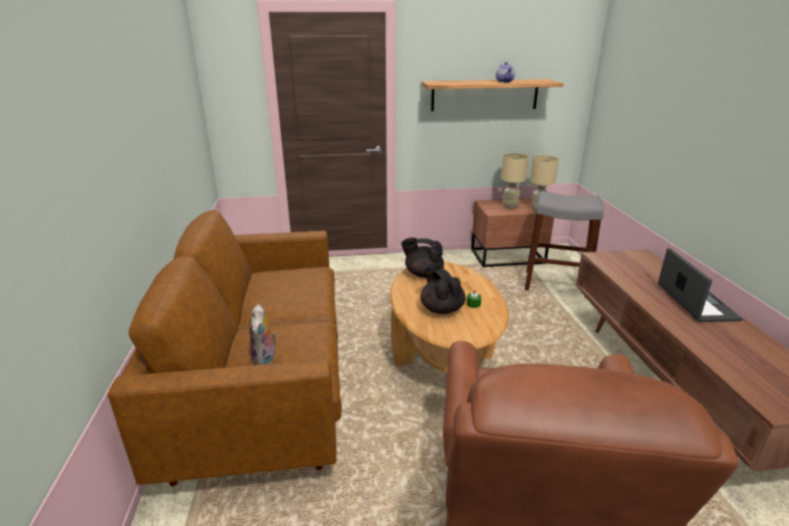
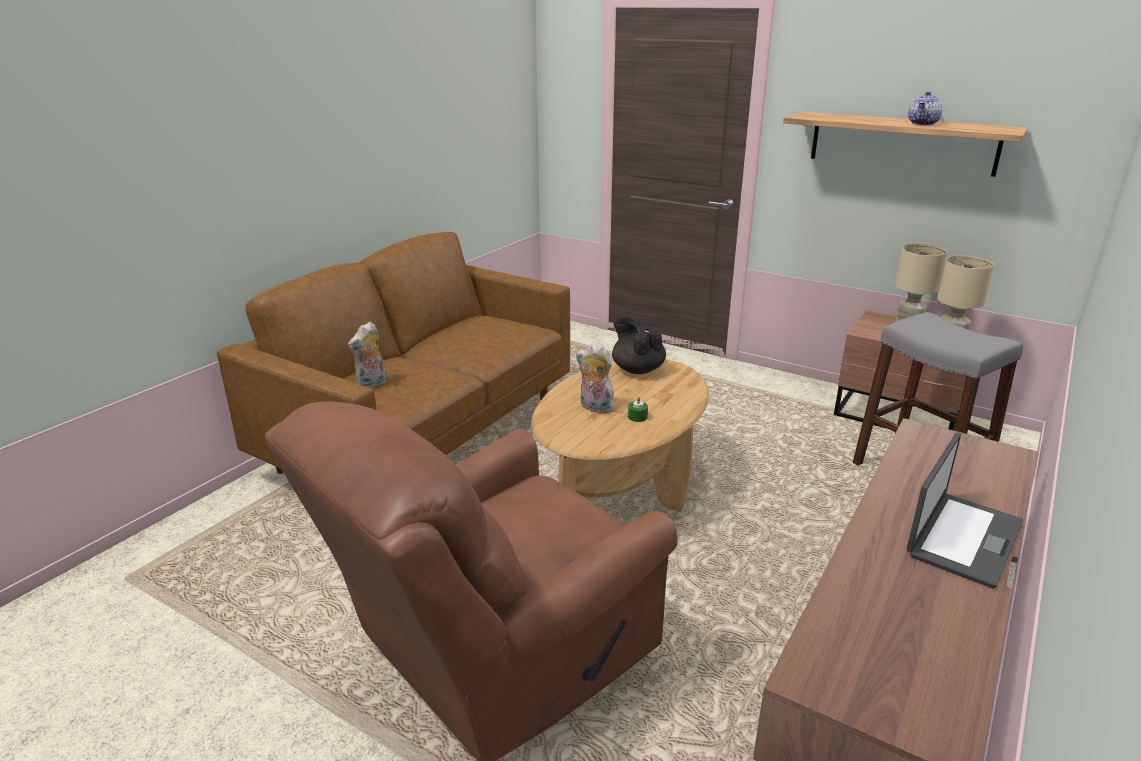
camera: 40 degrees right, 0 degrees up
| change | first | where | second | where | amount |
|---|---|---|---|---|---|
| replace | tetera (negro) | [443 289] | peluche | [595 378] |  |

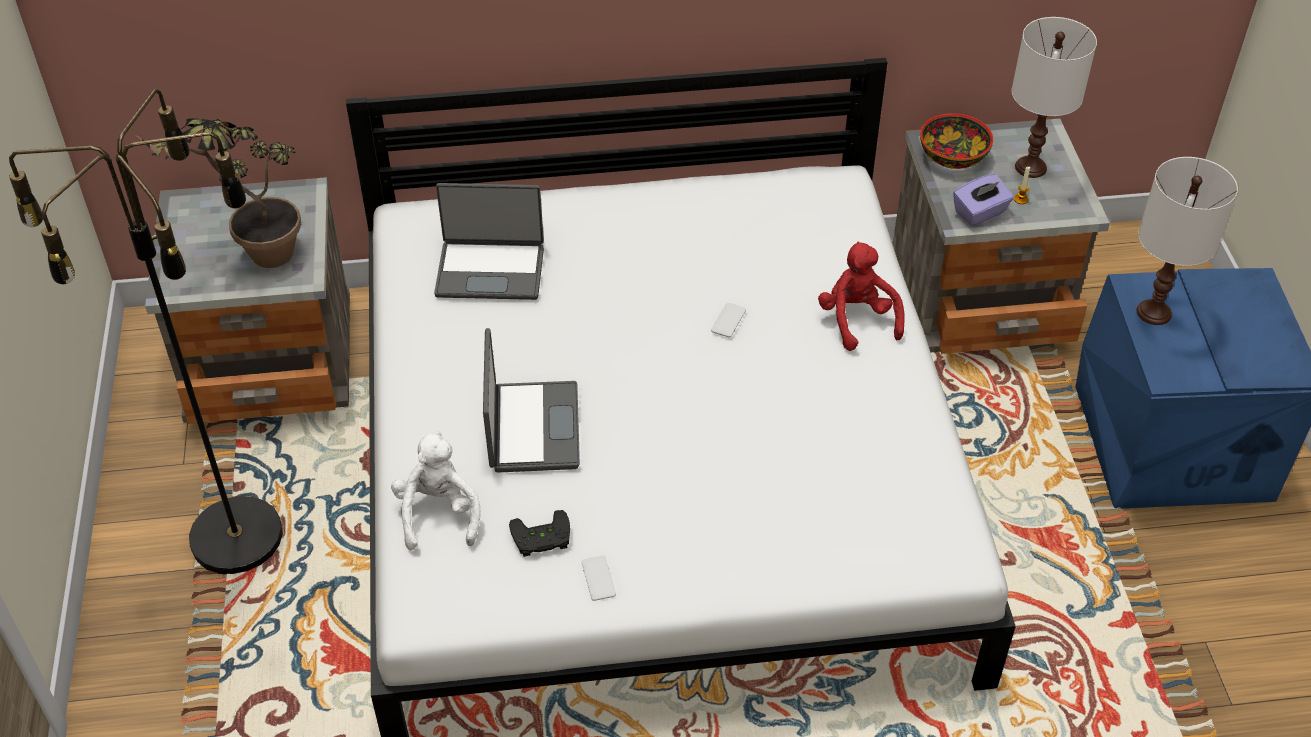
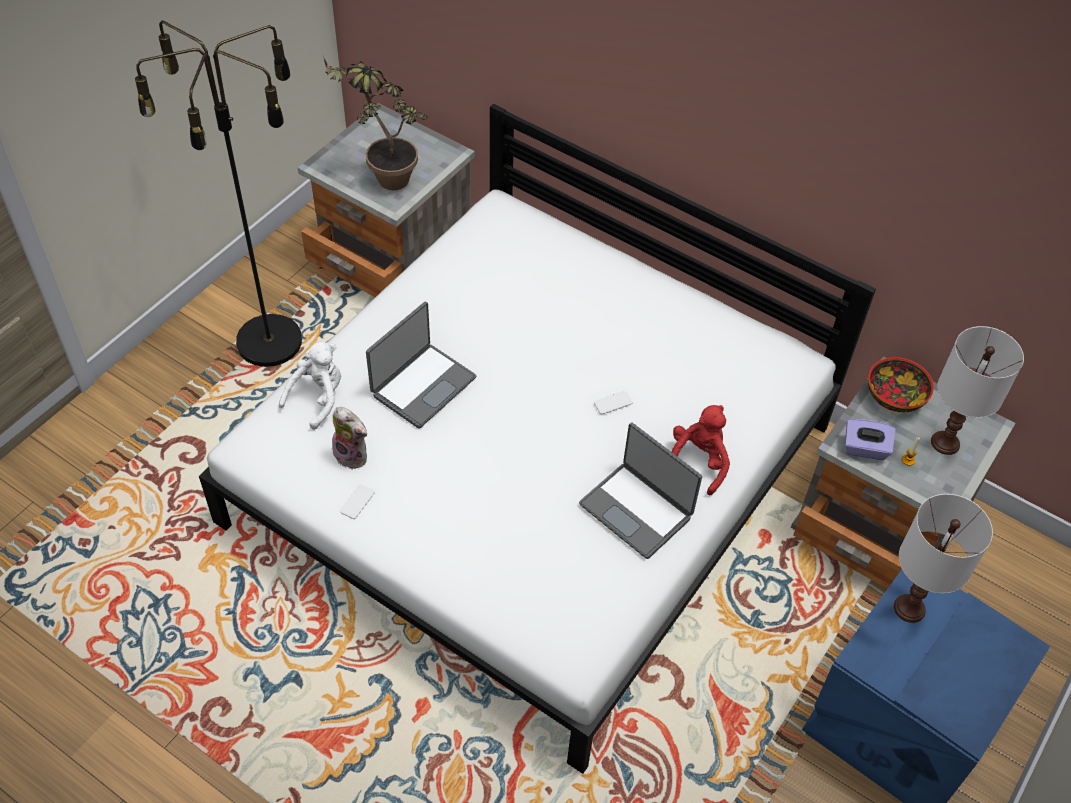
camera: 40 degrees right, 5 degrees up
| change | first | where | second | where | amount |
|---|---|---|---|---|---|
| move | portátil | [489 241] |  | [640 491] |  |
| replace | mando de consola (negro) | [539 533] | peluche | [349 438] |  |

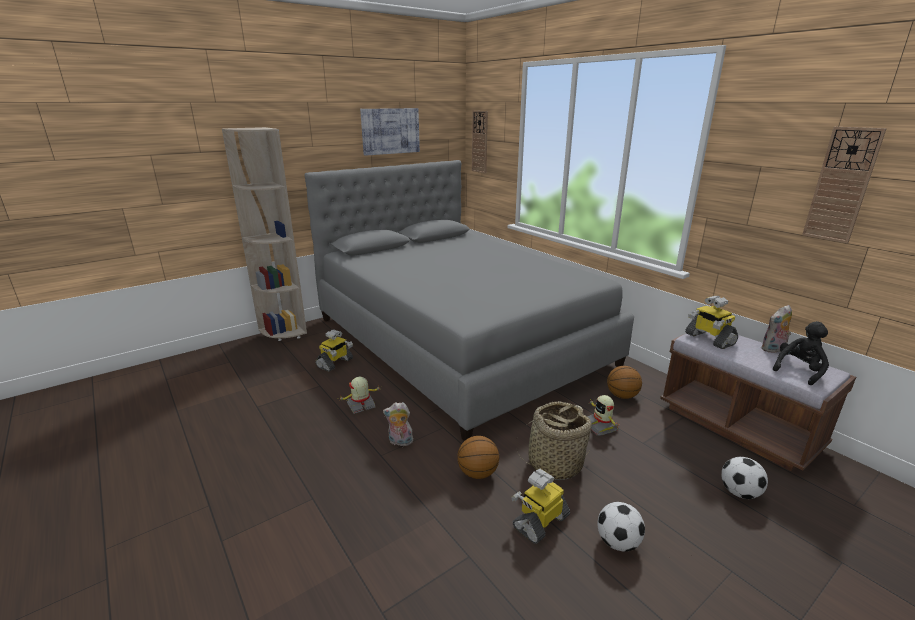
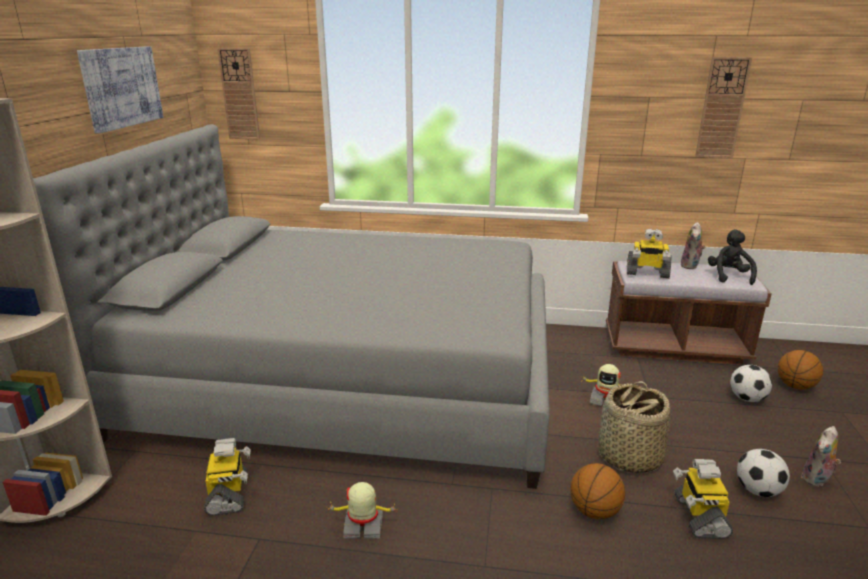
camera: 45 degrees left, 0 degrees up
| change | first | where | second | where | amount |
|---|---|---|---|---|---|
| rotate | robot de juguete | [360 395] |  | [363 510] | 75 degrees clockwise |
| move | peluche | [398 424] |  | [821 456] |  |
| move | balón de baloncesto | [624 382] |  | [800 370] |  |

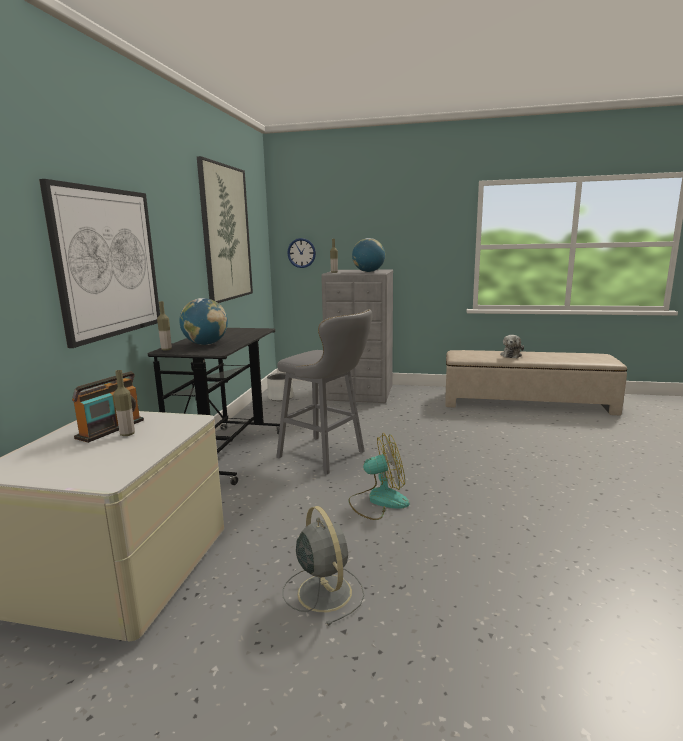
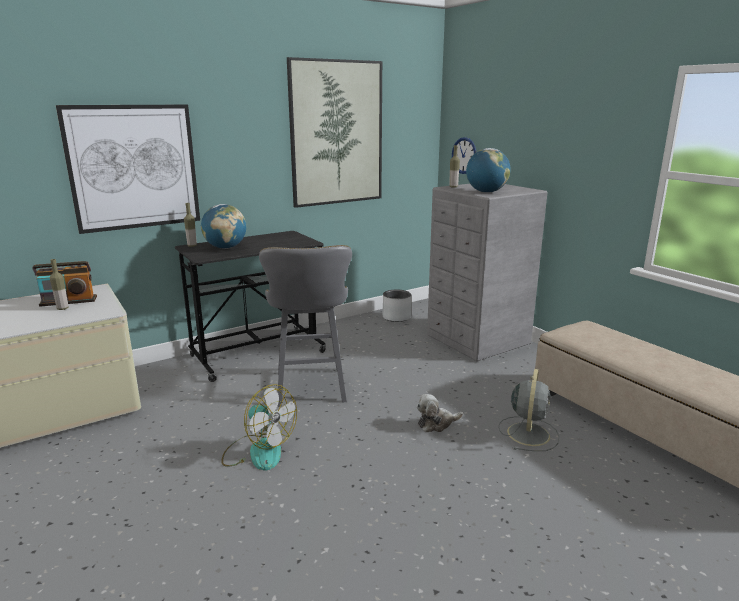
camera: 45 degrees right, 5 degrees up
| change | first | where | second | where | amount |
|---|---|---|---|---|---|
| move | ventilador (gris) | [323 566] |  | [528 410] |  |
| move | peluche | [512 346] |  | [440 413] |  |

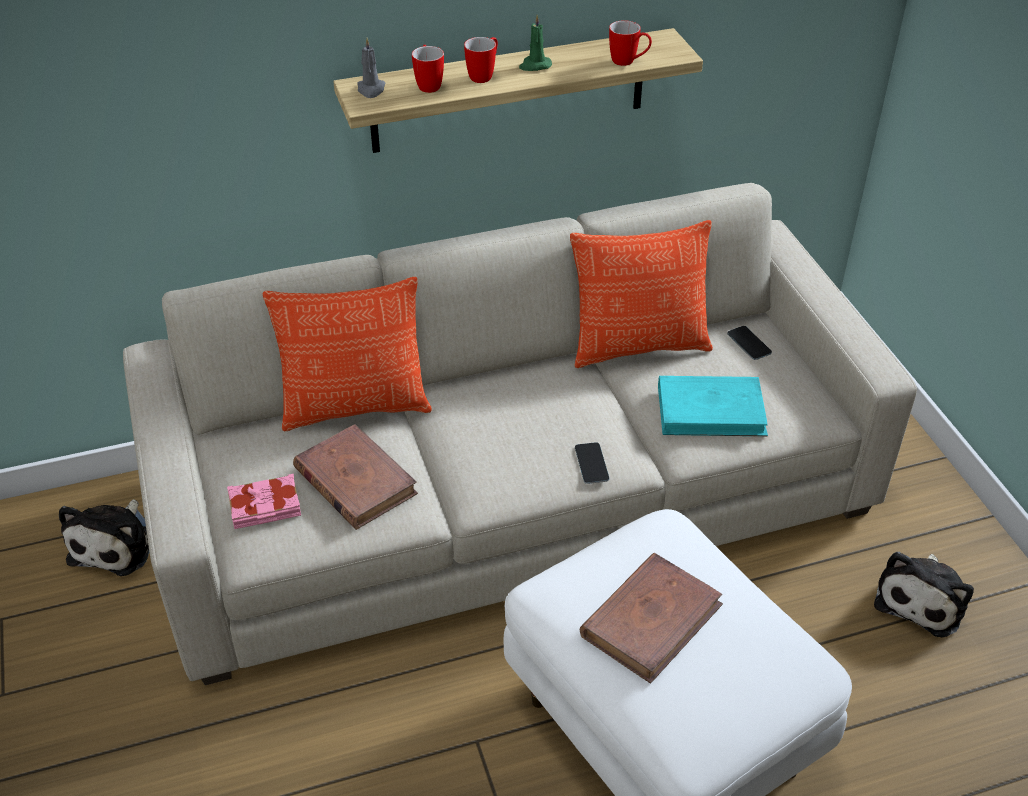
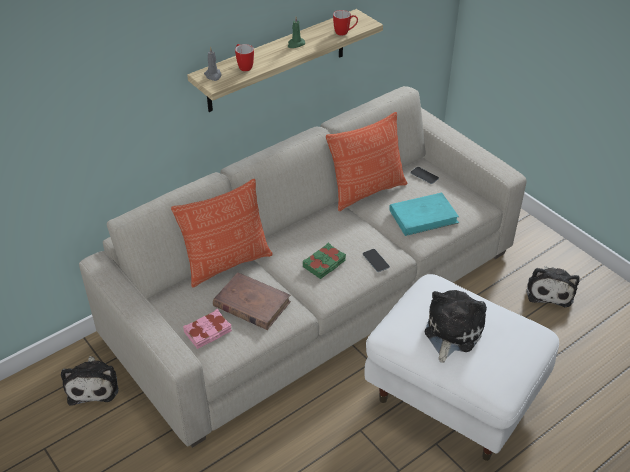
camera: 20 degrees left, 0 degrees up
| change | first | where | second | where | amount |
|---|---|---|---|---|---|
| delete | taza grande | [481 60] |  |  |  |
| replace | libro (marrón) | [651 618] | peluche | [456 326] |  |
| insert |  |  | libro (verde) | [324 261] |  |

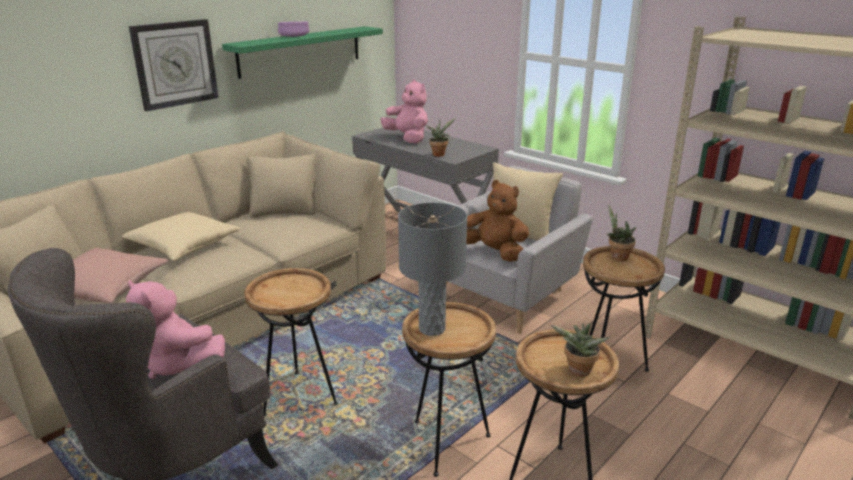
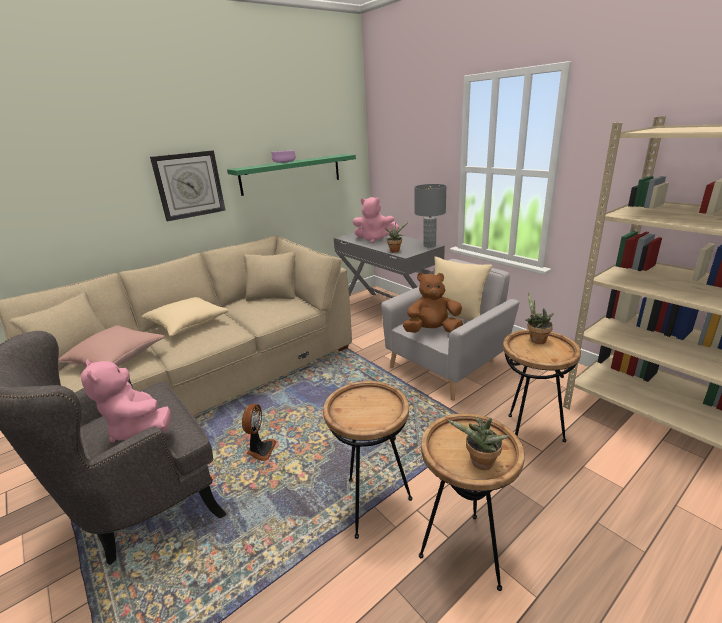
camera: 10 degrees right, 0 degrees up
| change | first | where | second | where | amount |
|---|---|---|---|---|---|
| replace | mesa auxiliar (marrón) | [291 342] | ventilador | [259 432] |  |
| rotate | peluche (rosa) | [404 111] |  | [376 220] | 135 degrees clockwise |
| move | lámpara de mesa (gris) | [432 269] |  | [430 215] |  |
| rotate | peluche (marrón) | [497 221] |  | [432 302] | 45 degrees counterclockwise |

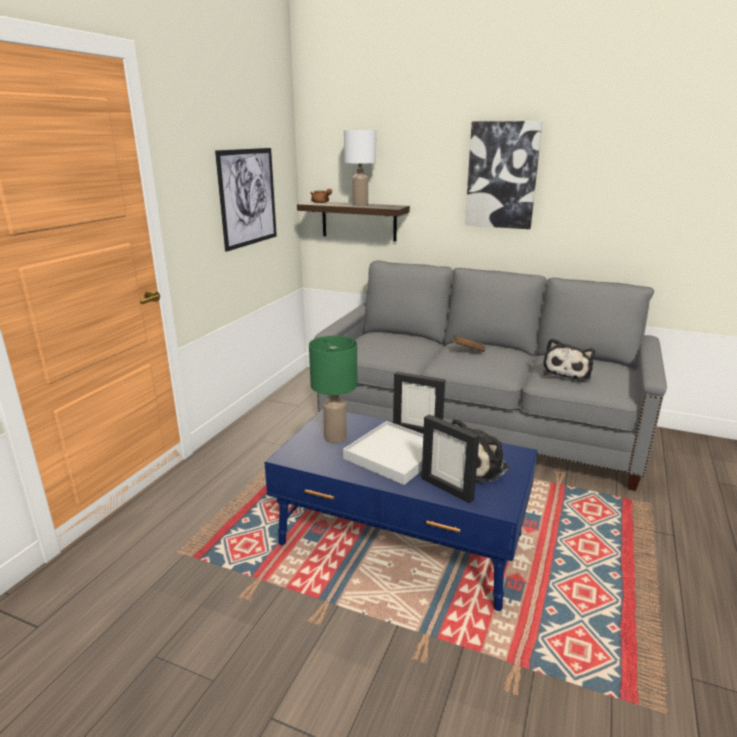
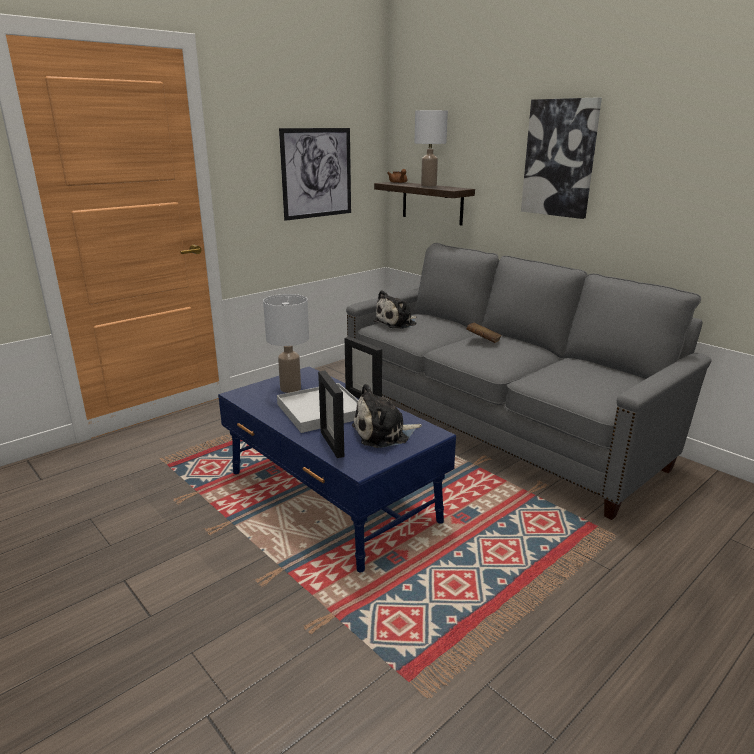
camera: 25 degrees right, 0 degrees up
| change | first | where | second | where | amount |
|---|---|---|---|---|---|
| recolor | lámpara de mesa (verde) | [333 389] | lámpara de mesa (blanco) | [286 343] |  |
| move | peluche | [569 359] |  | [395 309] |  |

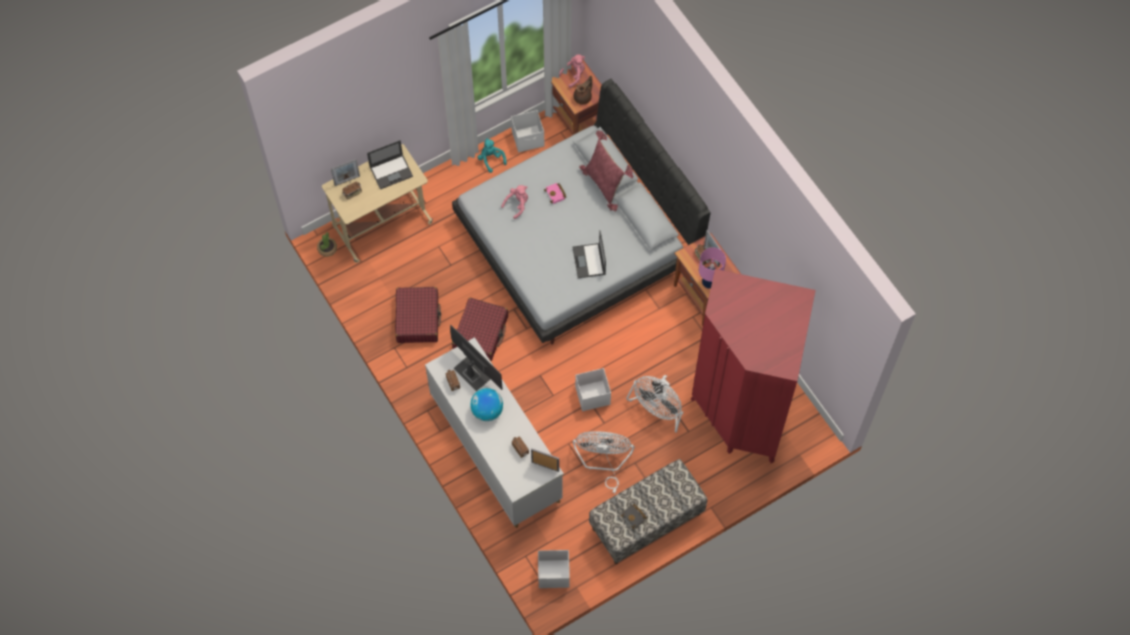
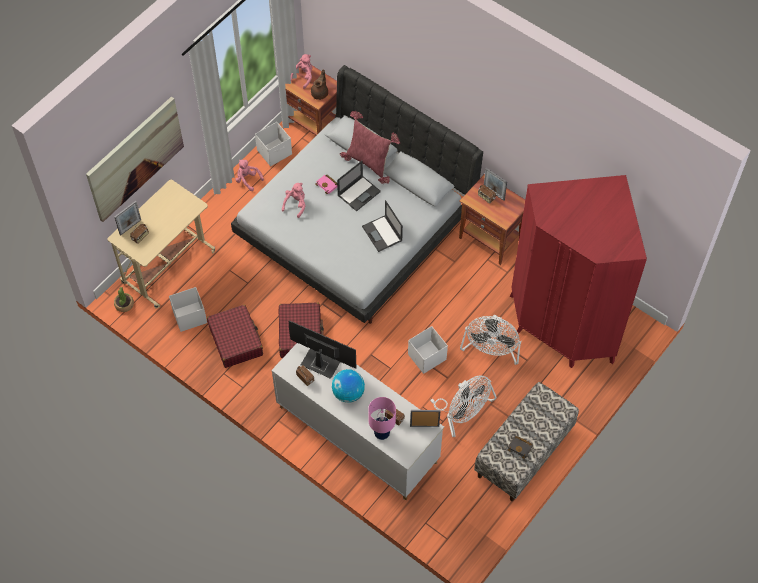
camera: 20 degrees left, 5 degrees down
| change | first | where | second | where | amount |
|---|---|---|---|---|---|
| move | portátil | [390 164] |  | [359 186] |  |
| recolor | peluche (turquesa) | [492 155] | peluche (rosa) | [249 175] |  |
| move | caja de almacenaje (blanco) | [554 569] |  | [188 309] |  |
| rotate | ventilador (blanco) | [604 462] |  | [463 406] | 150 degrees clockwise |
| move | lámpara de mesa (rosa) | [712 268] |  | [382 418] |  |
| insert |  |  | cuadro | [135 159] |  |

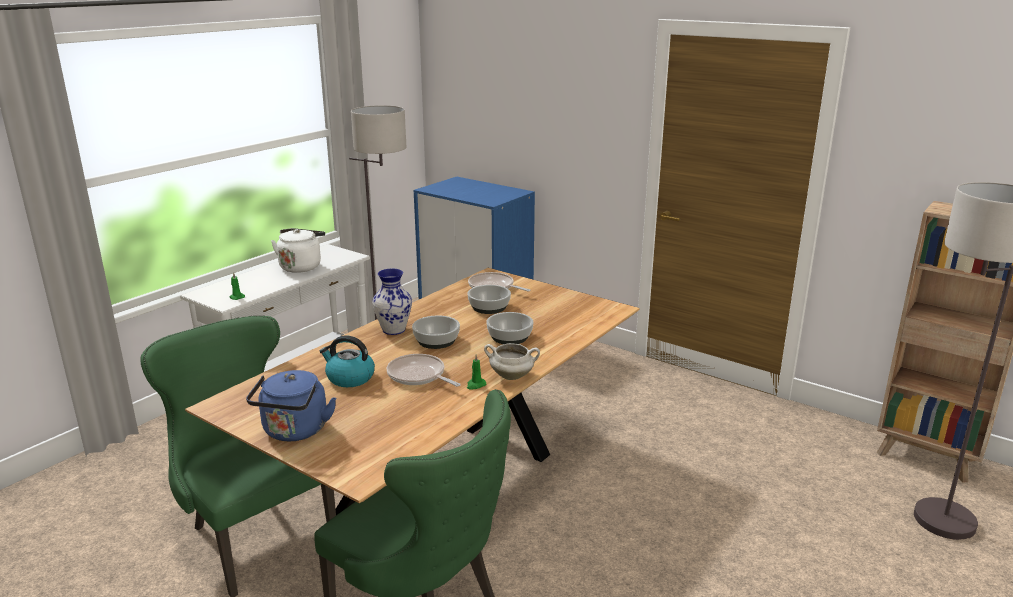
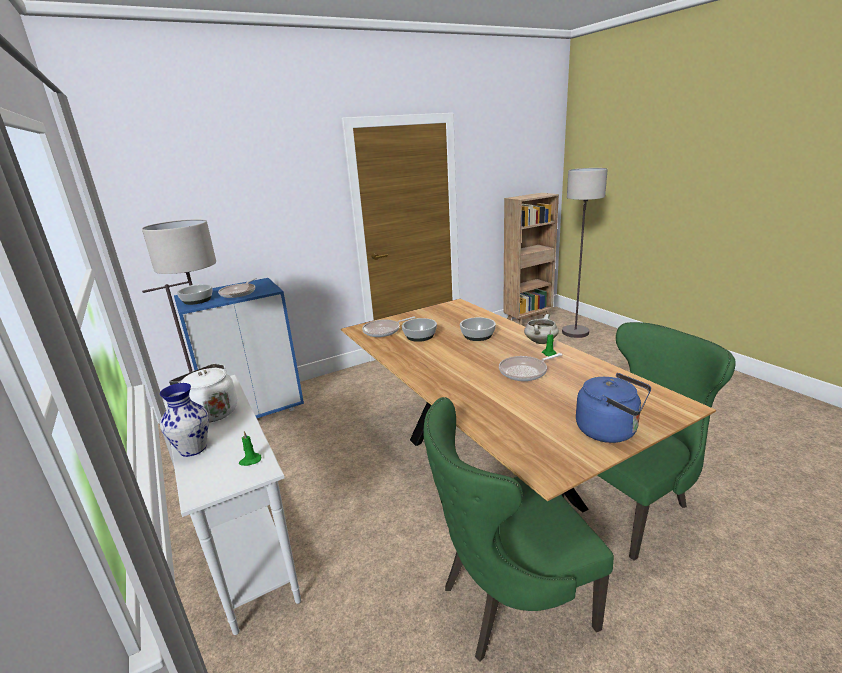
camera: 65 degrees left, 0 degrees up
| change | first | where | second | where | amount |
|---|---|---|---|---|---|
| delete | hervidor | [347 361] |  |  |  |
| move | florero | [392 302] |  | [184 420] |  |
| move | cuenco | [436 332] |  | [195 295] |  |
| insert |  |  | sartén | [237 288] |  |

